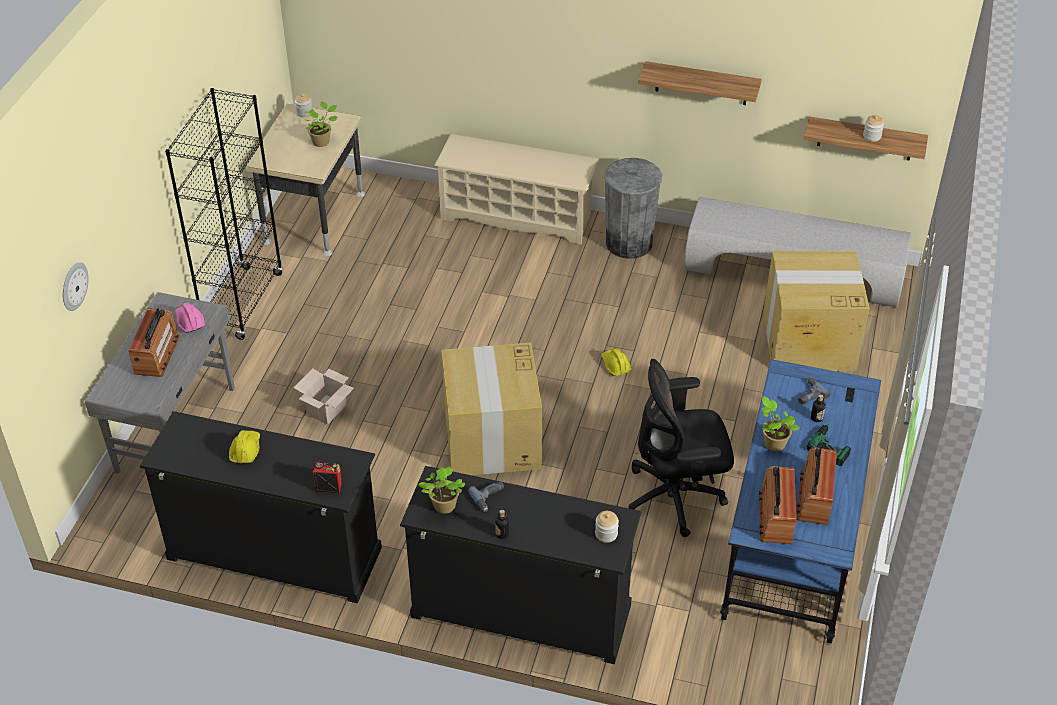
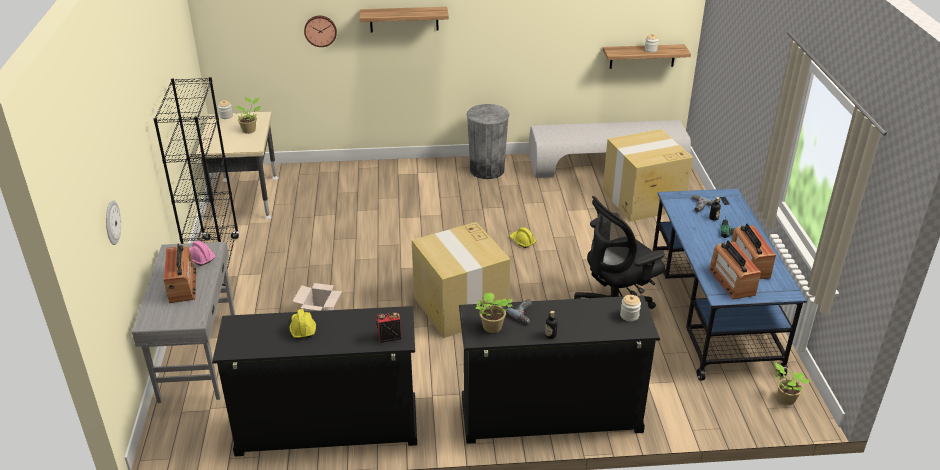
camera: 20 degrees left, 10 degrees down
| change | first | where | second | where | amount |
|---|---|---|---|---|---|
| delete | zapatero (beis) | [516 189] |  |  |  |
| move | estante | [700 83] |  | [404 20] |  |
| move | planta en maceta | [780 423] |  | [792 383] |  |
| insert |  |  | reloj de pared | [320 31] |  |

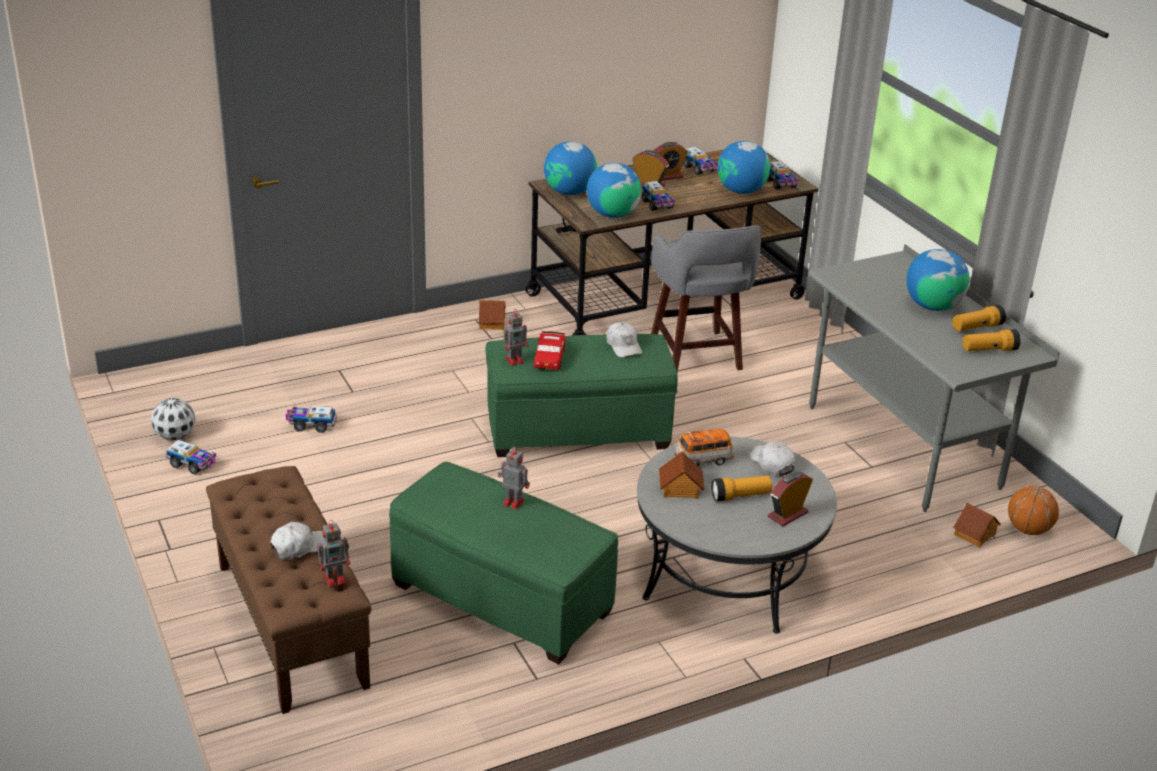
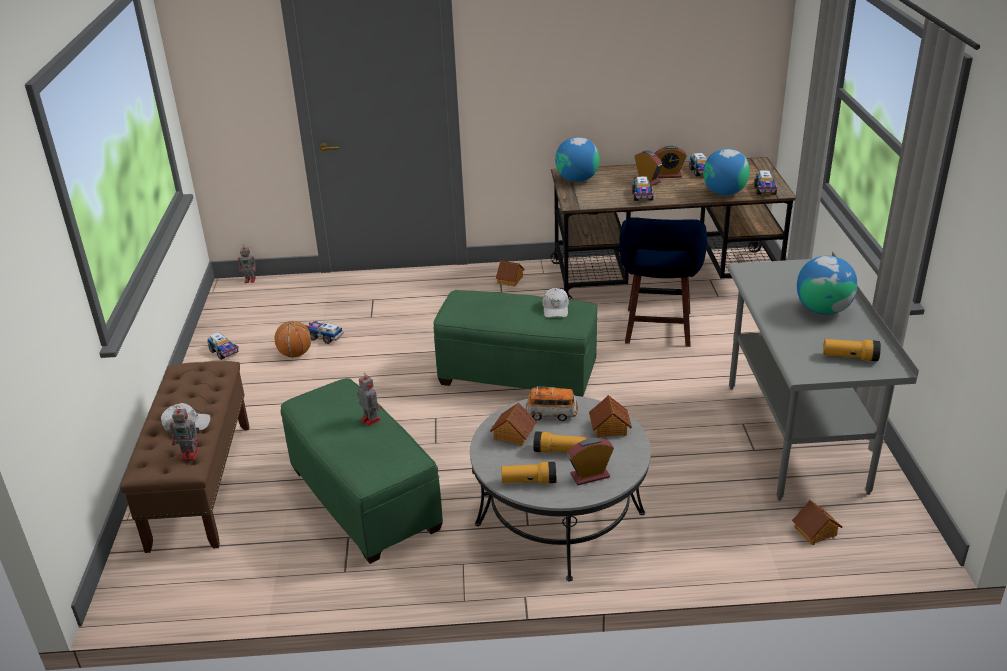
camera: 25 degrees right, 0 degrees up
| change | first | where | second | where | amount |
|---|---|---|---|---|---|
| delete | balón de fútbol | [173 419] |  |  |  |
| move | robot de juguete | [516 337] |  | [247 263] |  |
| delete | coche de juguete (rojo) | [550 350] |  |  |  |
| delete | globo terráqueo | [614 190] |  |  |  |
| recolor | taburete (gris) | [706 298] | taburete (azul) | [663 282] |  |
| replace | gorra (blanco) | [772 459] | casita | [610 416] |  |
| move | linterna | [979 318] |  | [529 473] |  |
| move | balón de baloncesto | [1033 510] |  | [293 339] |  |

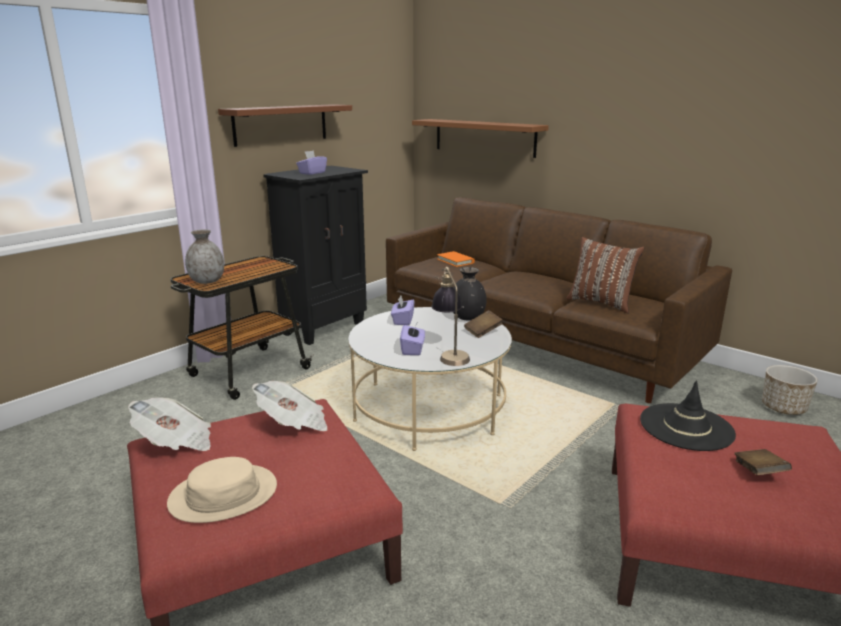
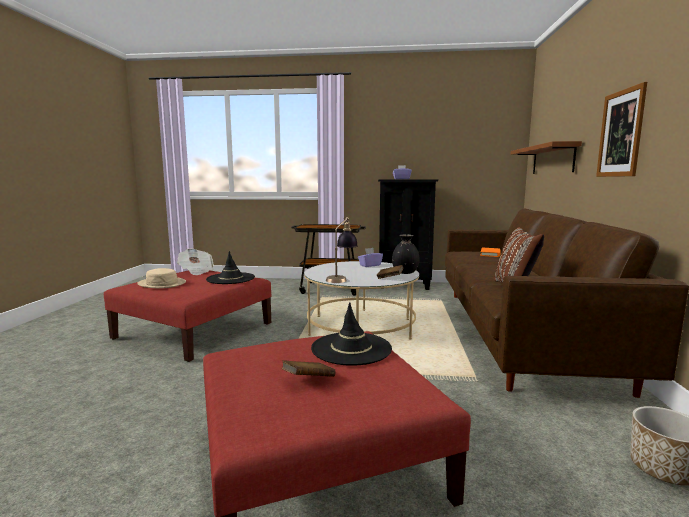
camera: 55 degrees right, 10 degrees down
| change | first | where | second | where | amount |
|---|---|---|---|---|---|
| delete | florero (gris) | [204 257] |  |  |  |
| delete | estante (marrón) | [285 125] |  |  |  |
| replace | periódico | [290 406] | sombrero (negro) | [230 267] |  |
| delete | caja de pañuelos (morado) | [412 340] |  |  |  |
| insert |  |  | cuadro | [622 129] |  |

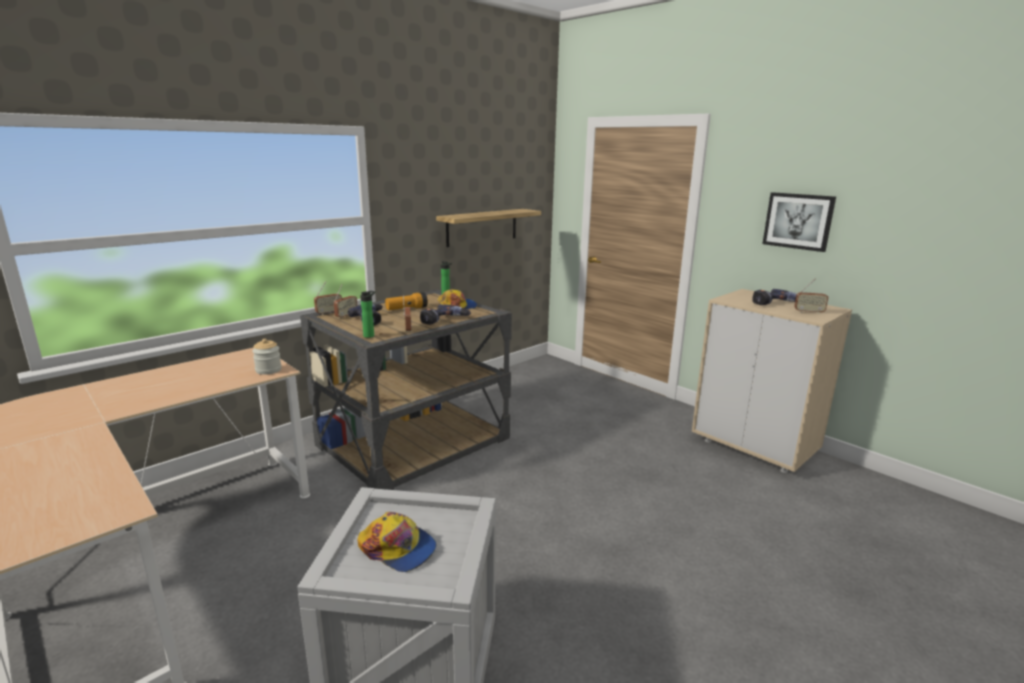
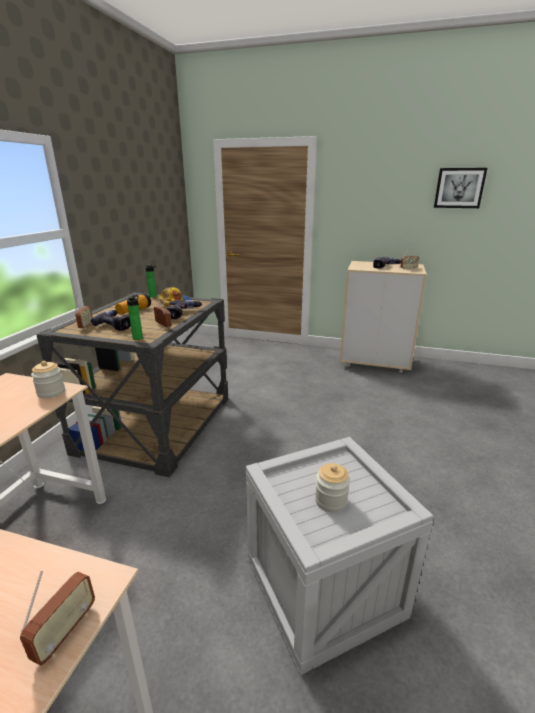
camera: 30 degrees left, 5 degrees up
| change | first | where | second | where | amount |
|---|---|---|---|---|---|
| move | radio | [328 298] |  | [57 617] |  |
| replace | gorra | [396 542] | tarro | [332 487] |  |
| delete | estante | [488 228] |  |  |  |
| move | cuadro | [799 222] |  | [460 188] |  |

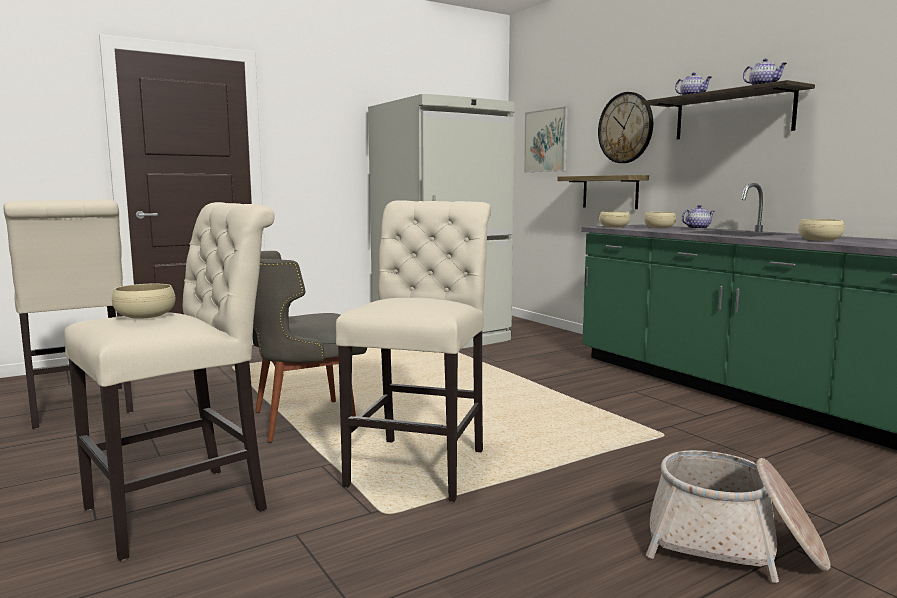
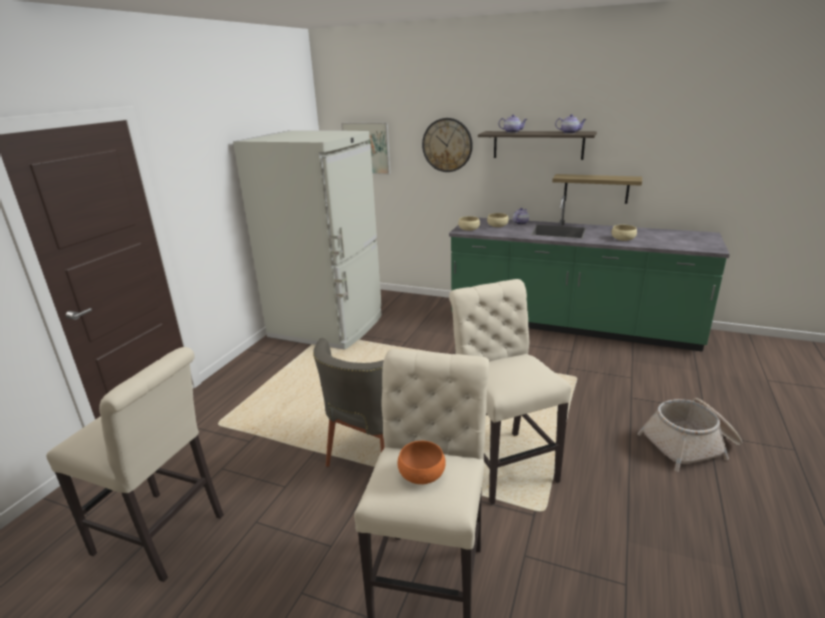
camera: 35 degrees left, 15 degrees up
| change | first | where | second | where | amount |
|---|---|---|---|---|---|
| recolor | cuenco (beis) | [143 301] | cuenco (naranja) | [422 462] |  |
| move | estante | [603 192] |  | [597 189] |  |

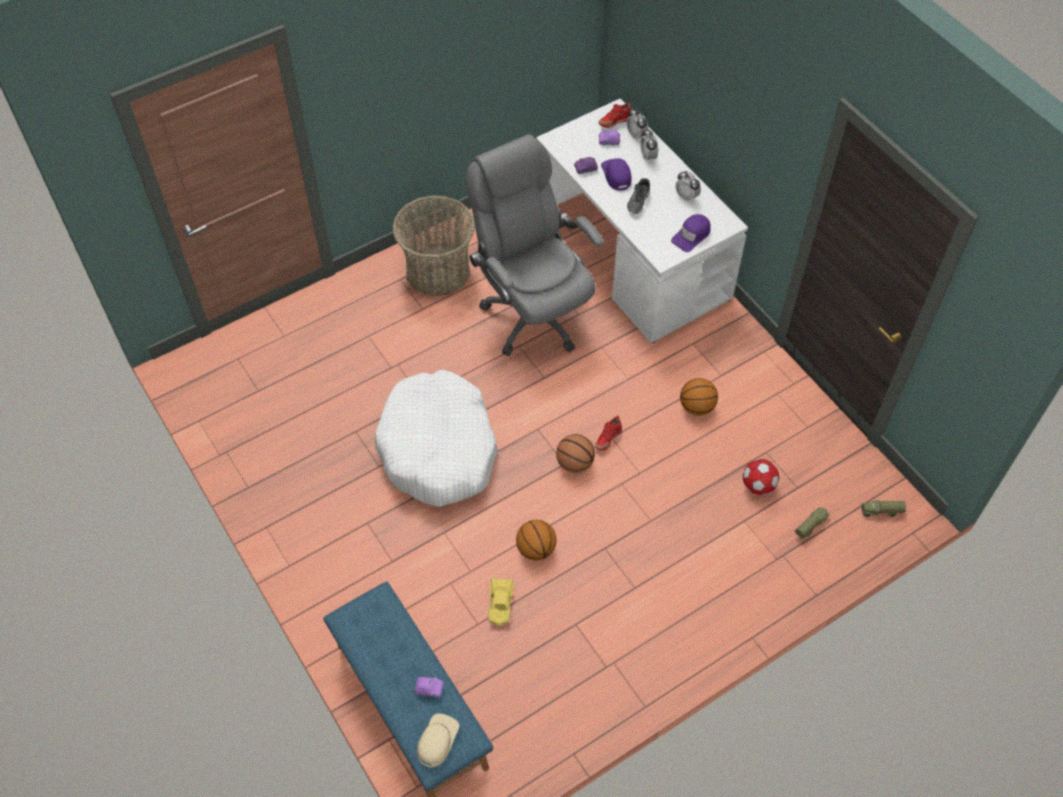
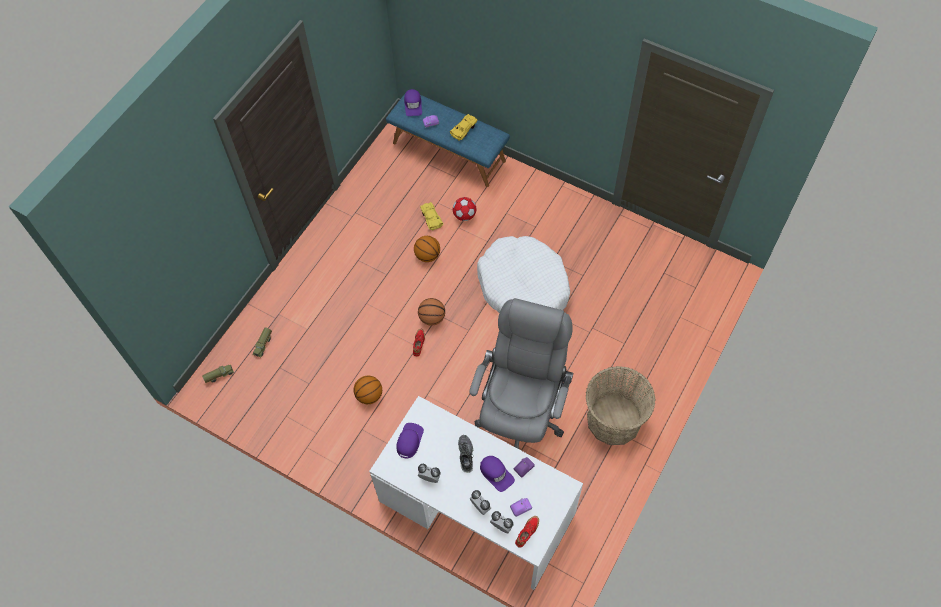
camera: 155 degrees right, 5 degrees up
| change | first | where | second | where | amount |
|---|---|---|---|---|---|
| recolor | gorra (beis) | [438 740] | gorra (morado) | [413 102] |  |
| rotate | silla de oficina (gris) | [535 245] |  | [521 373] | 105 degrees counterclockwise |
| move | balón de fútbol | [761 477] |  | [464 209] |  |
| insert |  |  | coche de juguete (amarillo) | [464 127] |  |

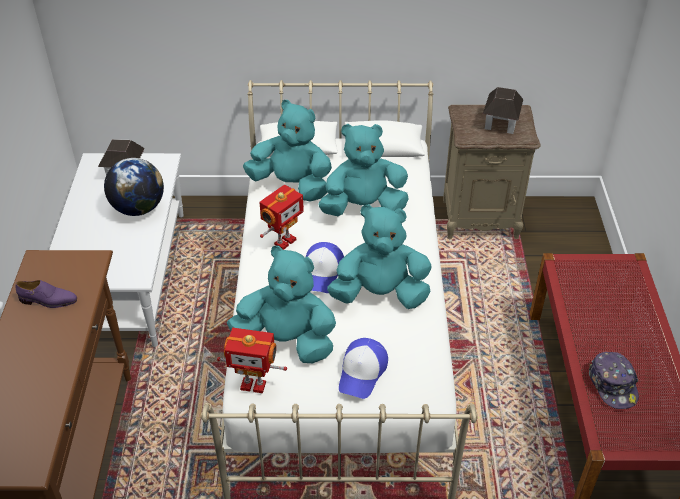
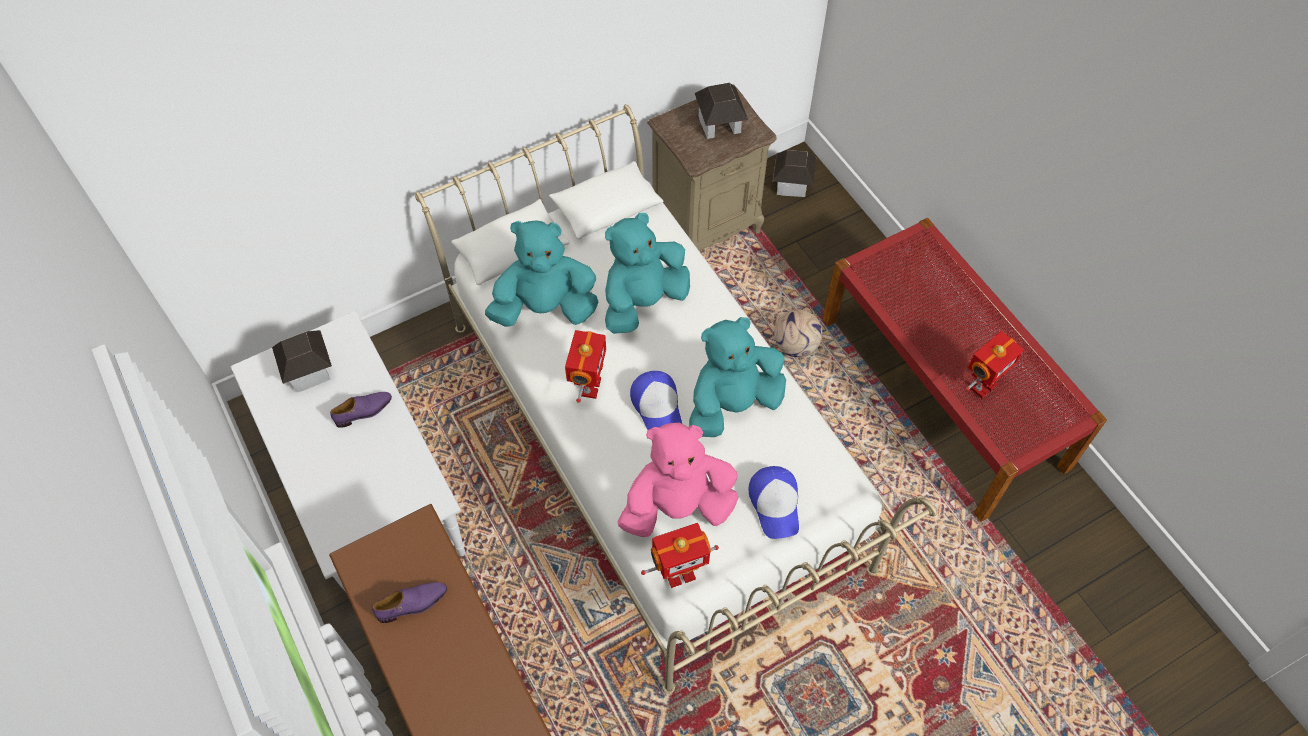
camera: 30 degrees left, 15 degrees up
| change | first | where | second | where | amount |
|---|---|---|---|---|---|
| replace | globo terráqueo | [134 187] | zapato (morado) | [361 410] |  |
| recolor | peluche (turquesa) | [281 304] | peluche (rosa) | [678 479] |  |
| replace | gorra | [614 380] | robot de juguete | [994 365] |  |
| insert |  |  | casita | [795 173] |  |
| insert |  |  | balón de fútbol | [798 333] |  |

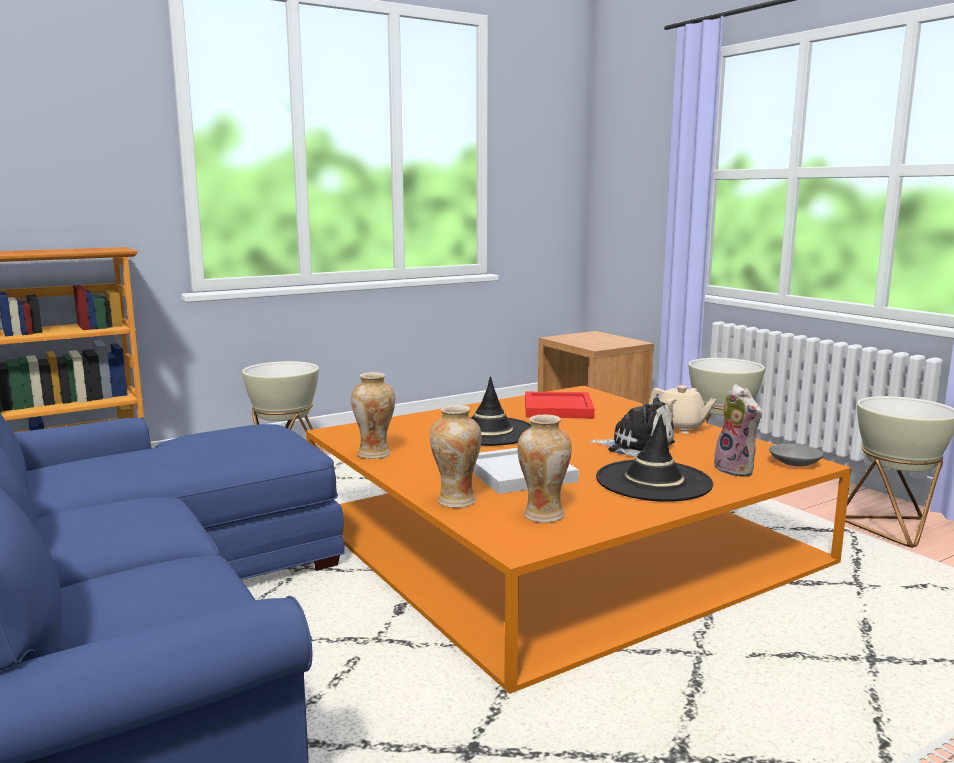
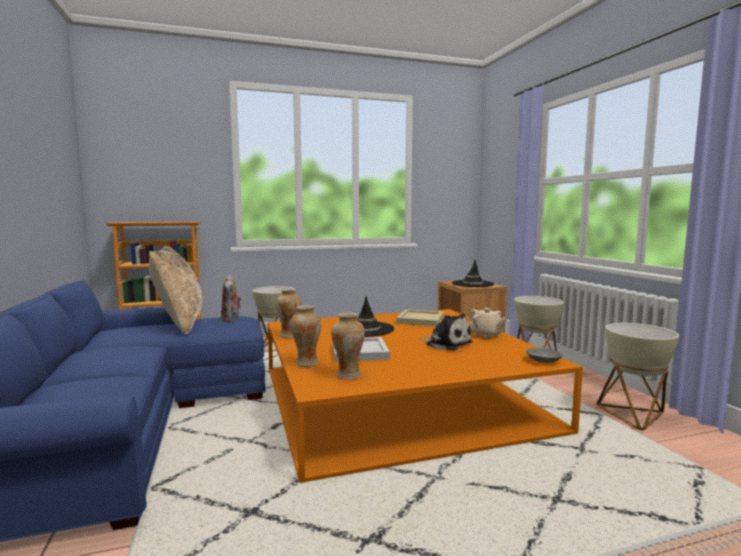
camera: 15 degrees right, 5 degrees down
| change | first | where | second | where | amount |
|---|---|---|---|---|---|
| recolor | bandeja (rojo) | [560 405] | bandeja (beis) | [420 318] |  |
| move | sombrero (negro) | [654 458] |  | [473 273] |  |
| move | peluche | [737 430] |  | [231 298] |  |
| insert |  |  | cojín (beis) | [175 290] |  |

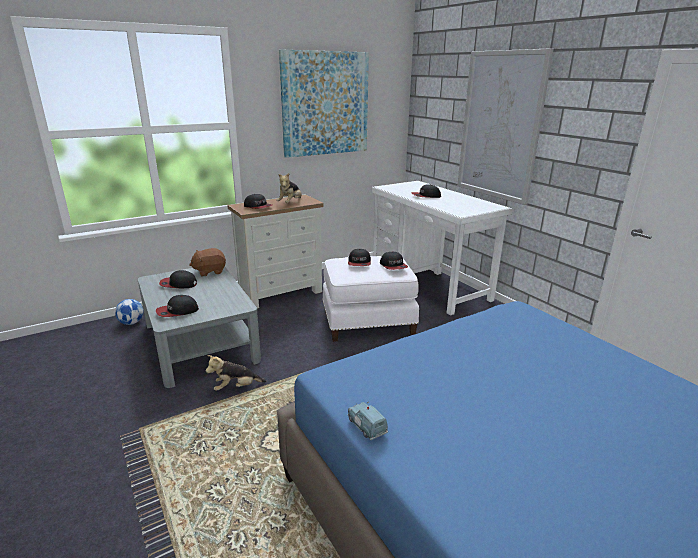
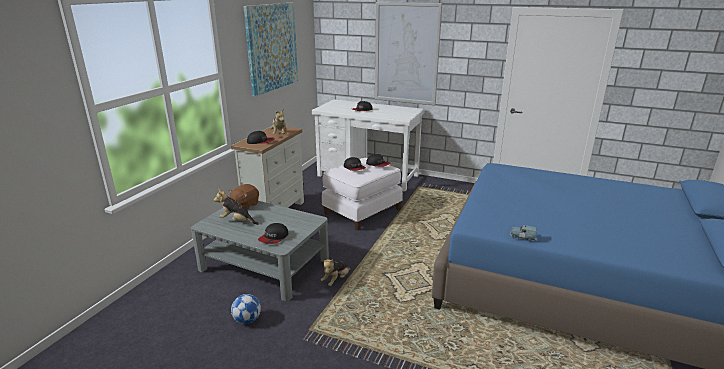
camera: 35 degrees left, 0 degrees up
| change | first | where | second | where | amount |
|---|---|---|---|---|---|
| move | balón de fútbol | [129 312] |  | [246 309] |  |
| replace | gorra | [178 279] | peluche | [236 207] |  |

